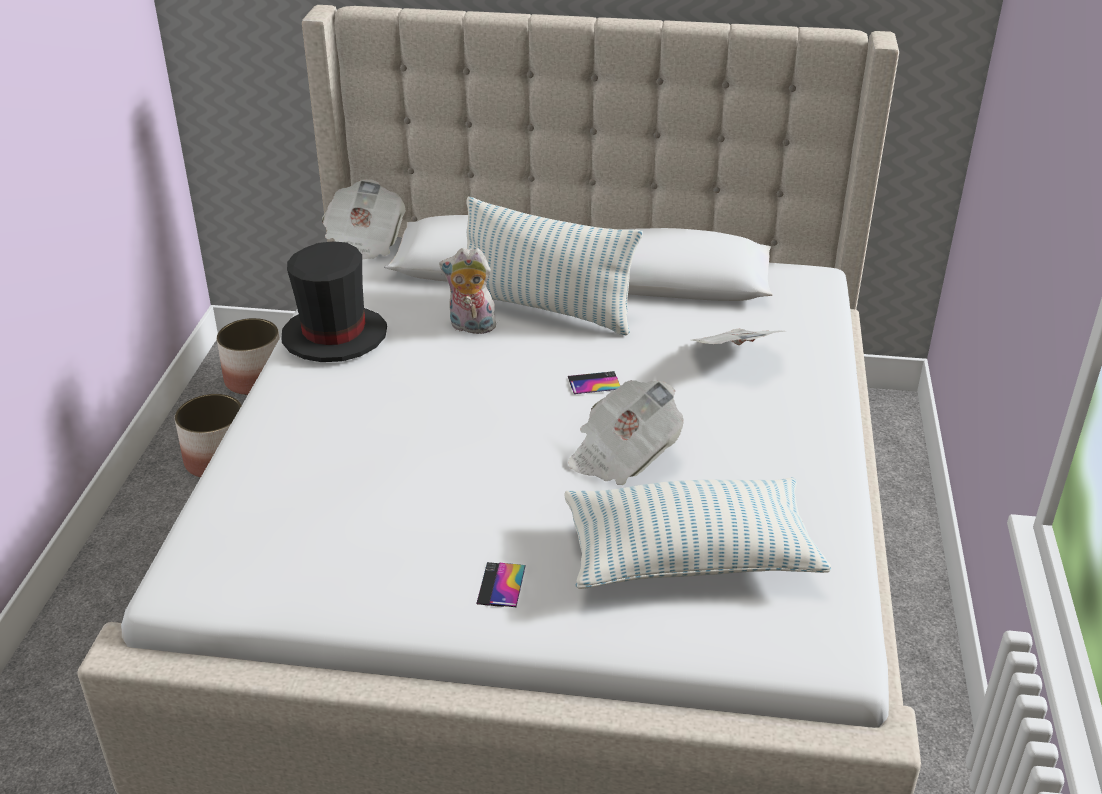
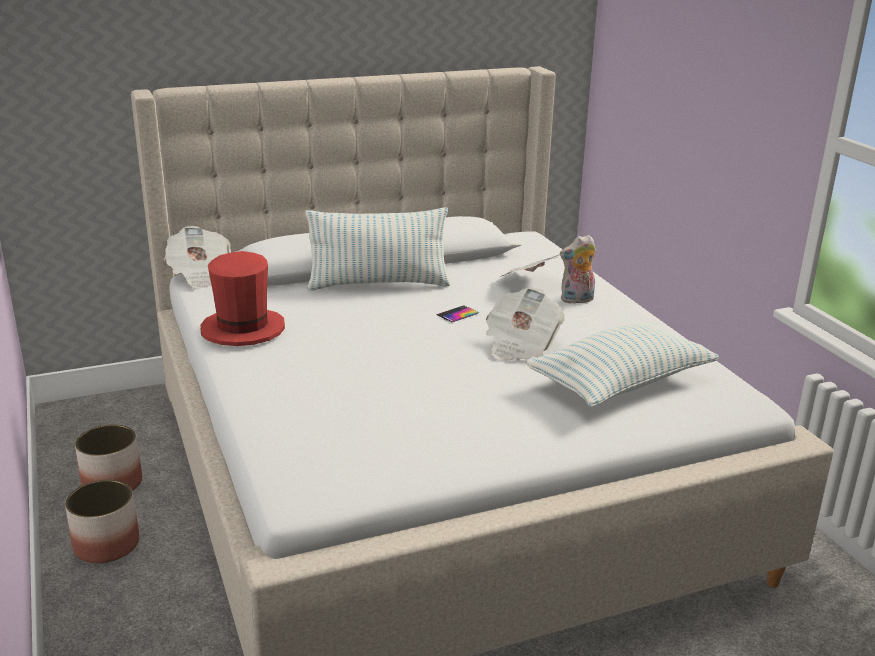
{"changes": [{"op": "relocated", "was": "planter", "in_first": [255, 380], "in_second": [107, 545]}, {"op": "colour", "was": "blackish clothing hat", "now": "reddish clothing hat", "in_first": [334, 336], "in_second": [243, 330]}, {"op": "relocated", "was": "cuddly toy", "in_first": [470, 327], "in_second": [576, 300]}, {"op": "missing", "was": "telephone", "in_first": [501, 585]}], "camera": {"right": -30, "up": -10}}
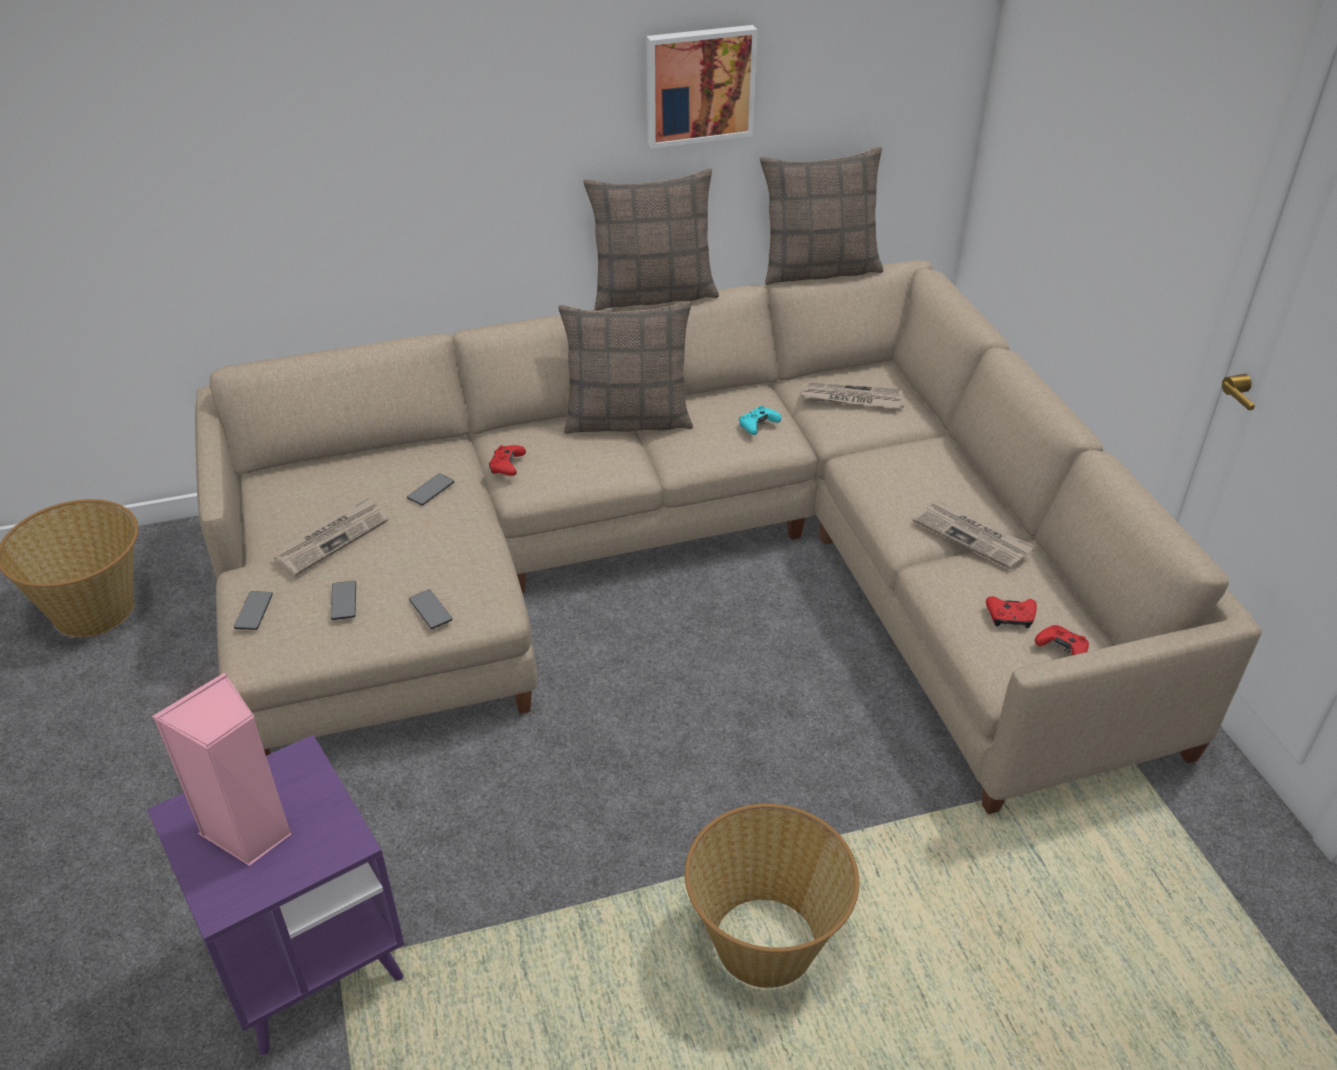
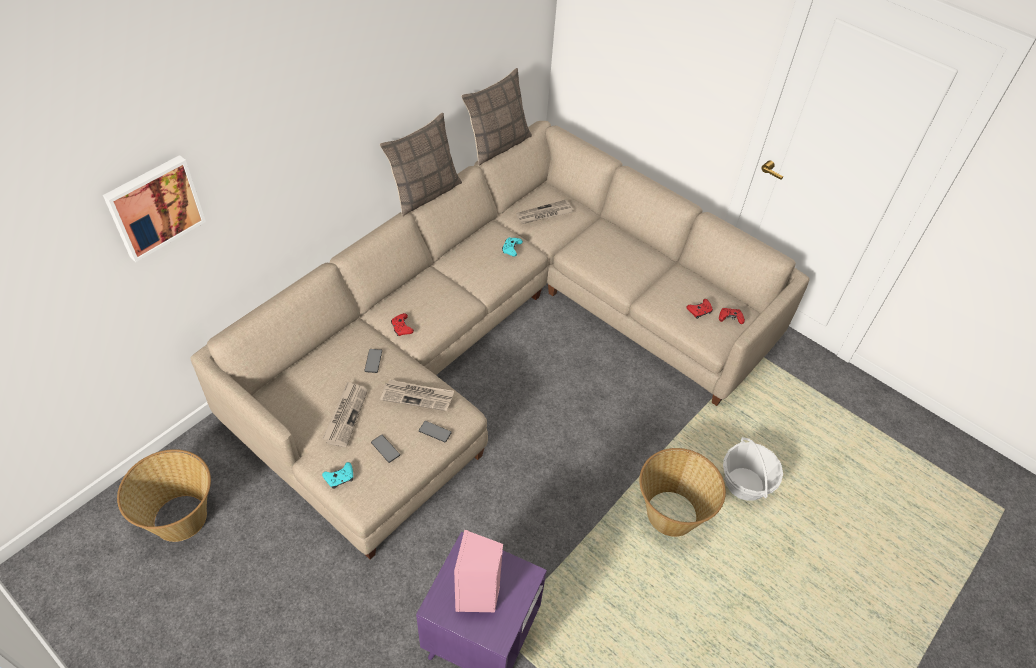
{"changes": [{"op": "relocated", "was": "wall picture", "in_first": [699, 85], "in_second": [154, 206]}, {"op": "exchanged", "was": "telephone", "now": "blue-green joypad", "in_first": [253, 611], "in_second": [340, 478]}, {"op": "relocated", "was": "daily paper", "in_first": [972, 536], "in_second": [417, 396]}, {"op": "appeared", "now": "storage basket", "in_second": [744, 484]}, {"op": "missing", "was": "throw pillow", "in_first": [628, 419]}], "camera": {"right": -35, "up": 10}}
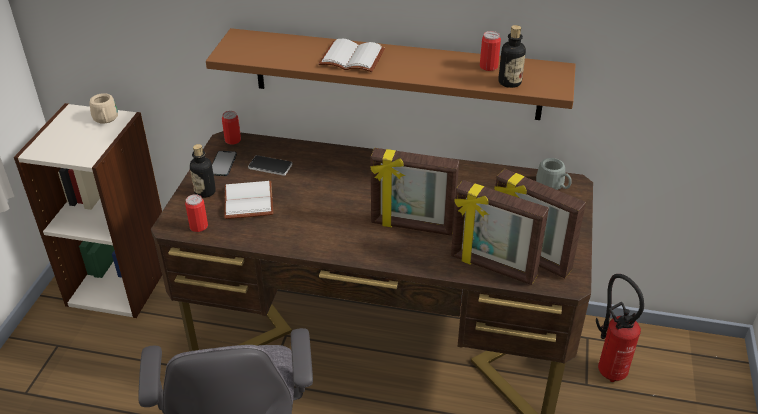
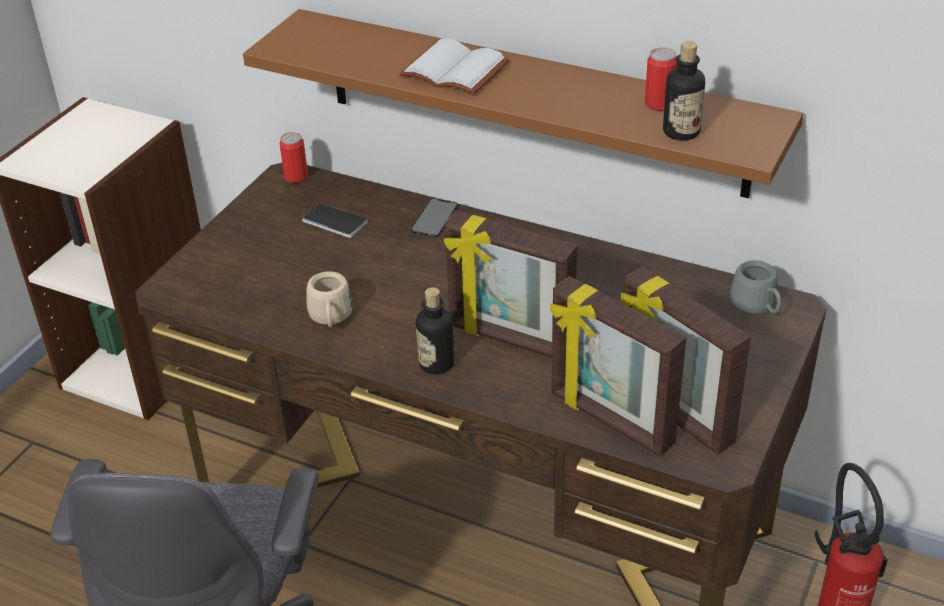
{"changes": [{"op": "relocated", "was": "sand-coloured tea mug", "in_first": [106, 120], "in_second": [331, 319]}, {"op": "relocated", "was": "telephone", "in_first": [223, 163], "in_second": [434, 218]}, {"op": "relocated", "was": "bottle", "in_first": [205, 192], "in_second": [436, 364]}, {"op": "missing", "was": "can", "in_first": [198, 226]}, {"op": "missing", "was": "whitish bound book", "in_first": [250, 201]}], "camera": {"right": 15, "up": 0}}
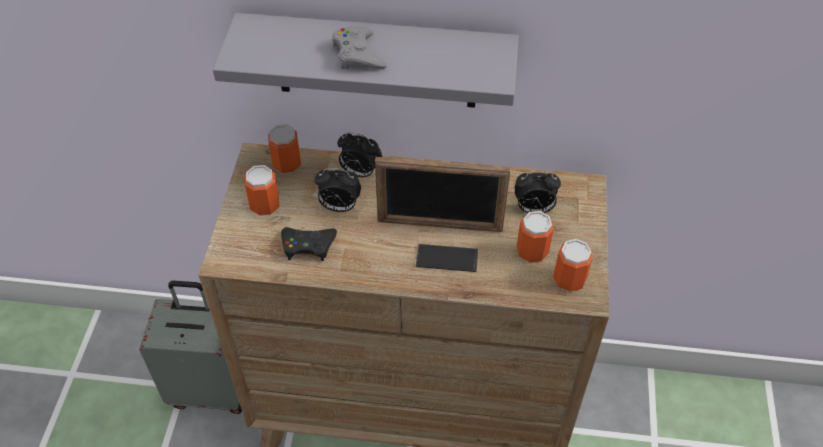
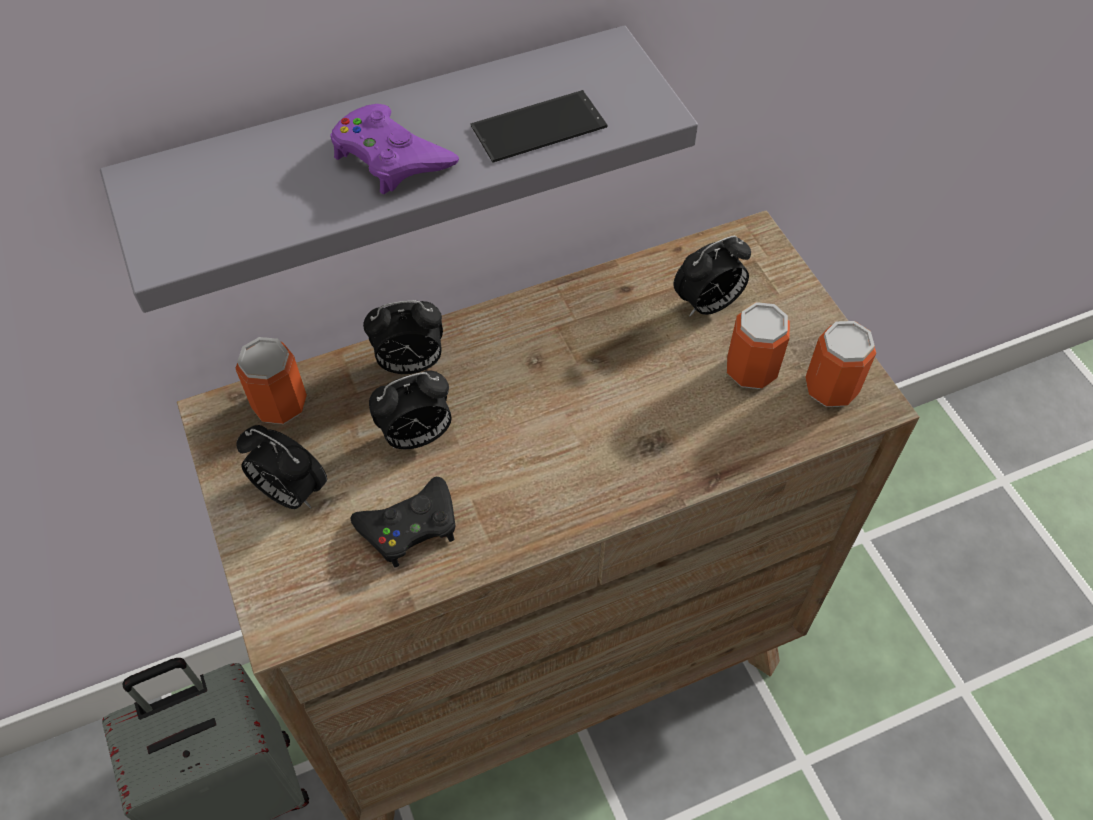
{"changes": [{"op": "exchanged", "was": "can", "now": "bedside clock", "in_first": [265, 205], "in_second": [290, 492]}, {"op": "colour", "was": "grey joypad", "now": "purple-coloured joypad", "in_first": [358, 54], "in_second": [391, 157]}, {"op": "relocated", "was": "telephone", "in_first": [447, 258], "in_second": [538, 127]}, {"op": "missing", "was": "standing frame", "in_first": [439, 225]}], "camera": {"right": -30, "up": 5}}
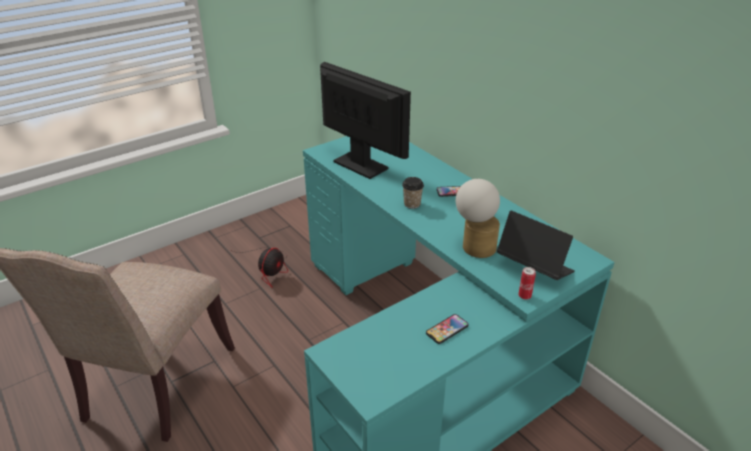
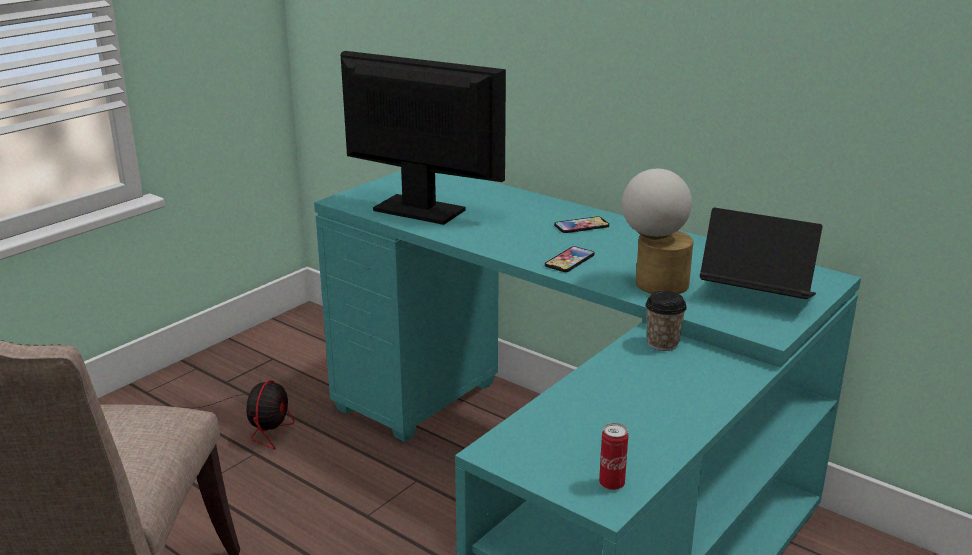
{"changes": [{"op": "relocated", "was": "telephone", "in_first": [447, 329], "in_second": [569, 260]}, {"op": "relocated", "was": "can", "in_first": [524, 296], "in_second": [611, 484]}, {"op": "relocated", "was": "cup", "in_first": [412, 204], "in_second": [662, 343]}], "camera": {"right": -15, "up": -10}}
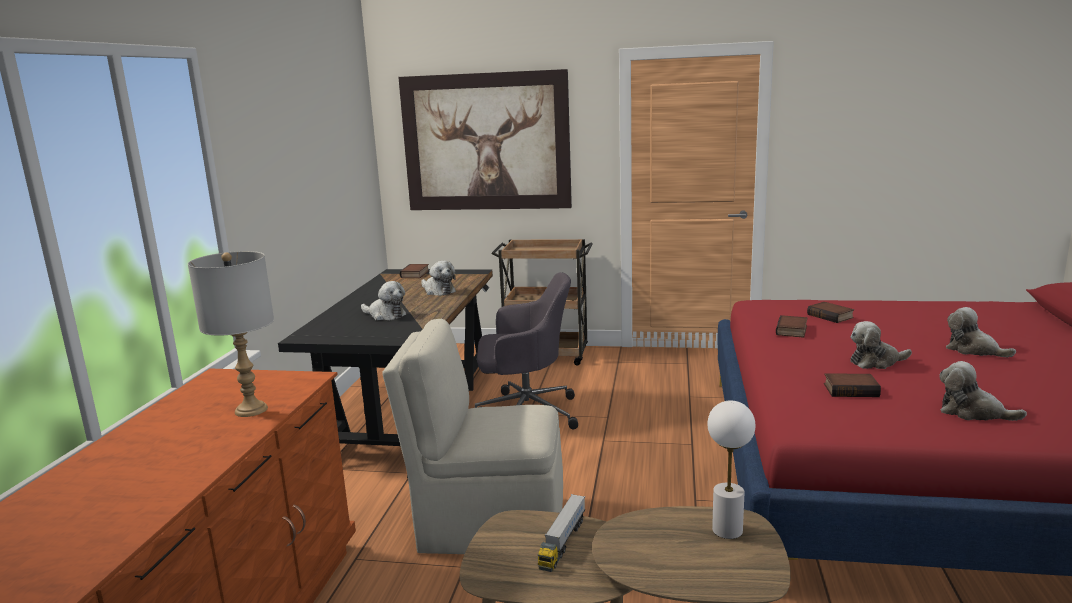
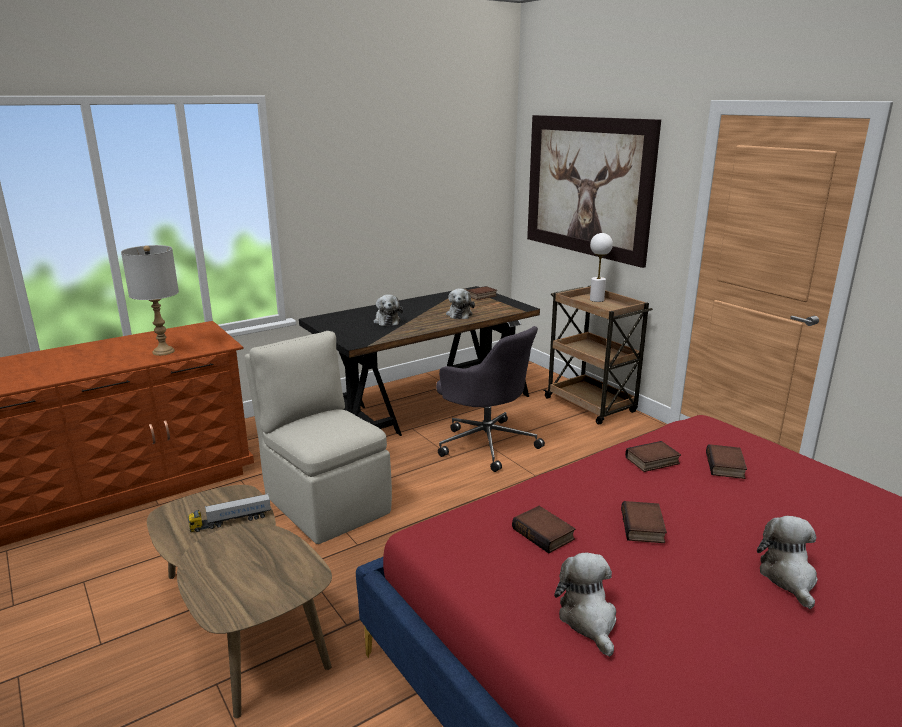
{"changes": [{"op": "relocated", "was": "whitish tabletop lamp", "in_first": [727, 530], "in_second": [597, 300]}, {"op": "exchanged", "was": "cuddly toy", "now": "bound book", "in_first": [876, 362], "in_second": [644, 527]}], "camera": {"right": 45, "up": 5}}
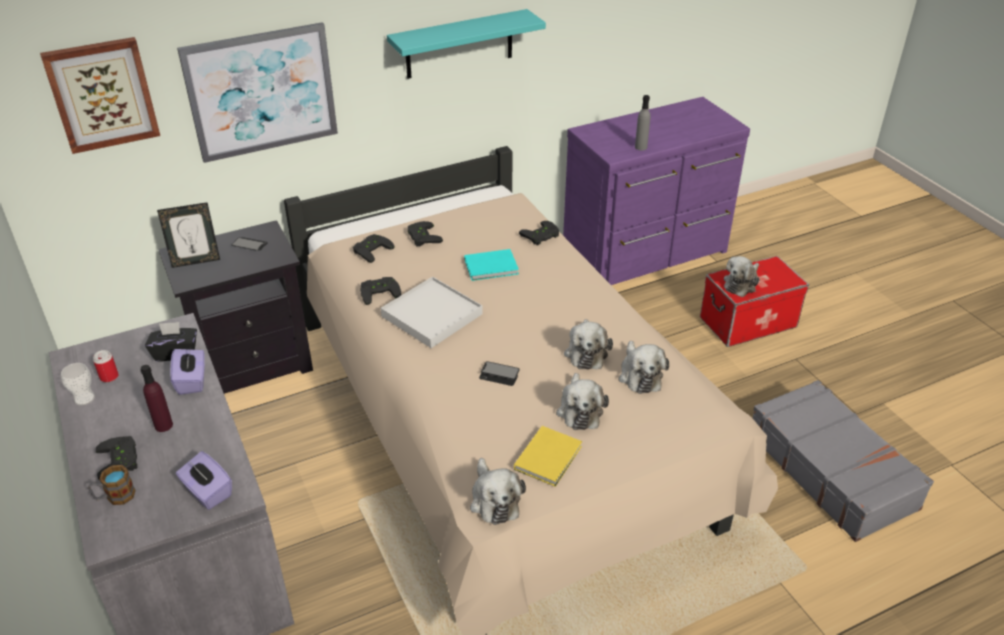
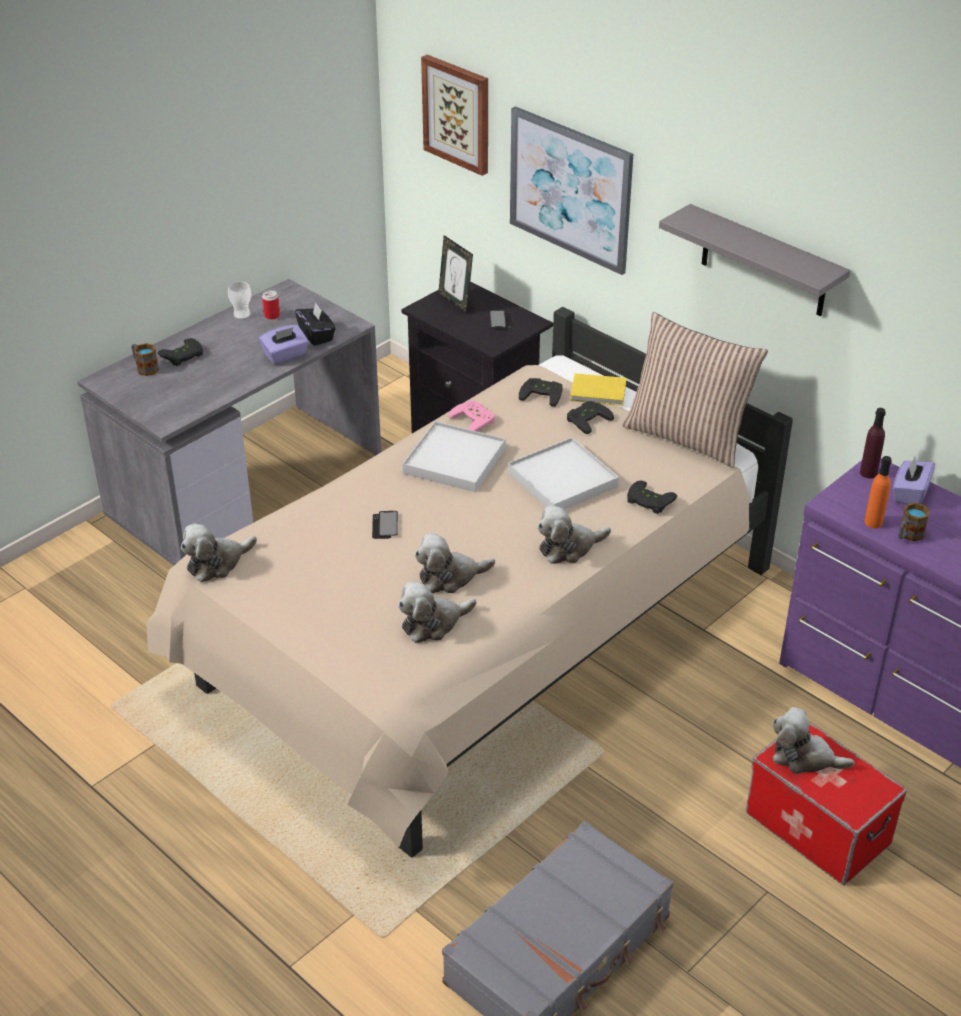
{"changes": [{"op": "colour", "was": "blackish joypad", "now": "pink joypad", "in_first": [379, 291], "in_second": [475, 419]}, {"op": "exchanged", "was": "blue-green bound book", "now": "whitish tray", "in_first": [492, 267], "in_second": [562, 480]}, {"op": "relocated", "was": "cuddly toy", "in_first": [579, 410], "in_second": [569, 547]}, {"op": "relocated", "was": "yellow-coloured bound book", "in_first": [550, 457], "in_second": [599, 392]}, {"op": "appeared", "now": "throw pillow", "in_second": [687, 436]}, {"op": "colour", "was": "blue-green shelf", "now": "grey shelf", "in_first": [459, 44], "in_second": [764, 262]}, {"op": "relocated", "was": "purple-coloured bottle", "in_first": [163, 425], "in_second": [868, 473]}, {"op": "colour", "was": "grey bottle", "now": "orangey bottle", "in_first": [641, 147], "in_second": [873, 522]}, {"op": "relocated", "was": "purple-coloured box of tissues", "in_first": [207, 492], "in_second": [910, 493]}, {"op": "appeared", "now": "tea mug", "in_second": [908, 535]}], "camera": {"right": 70, "up": 0}}
